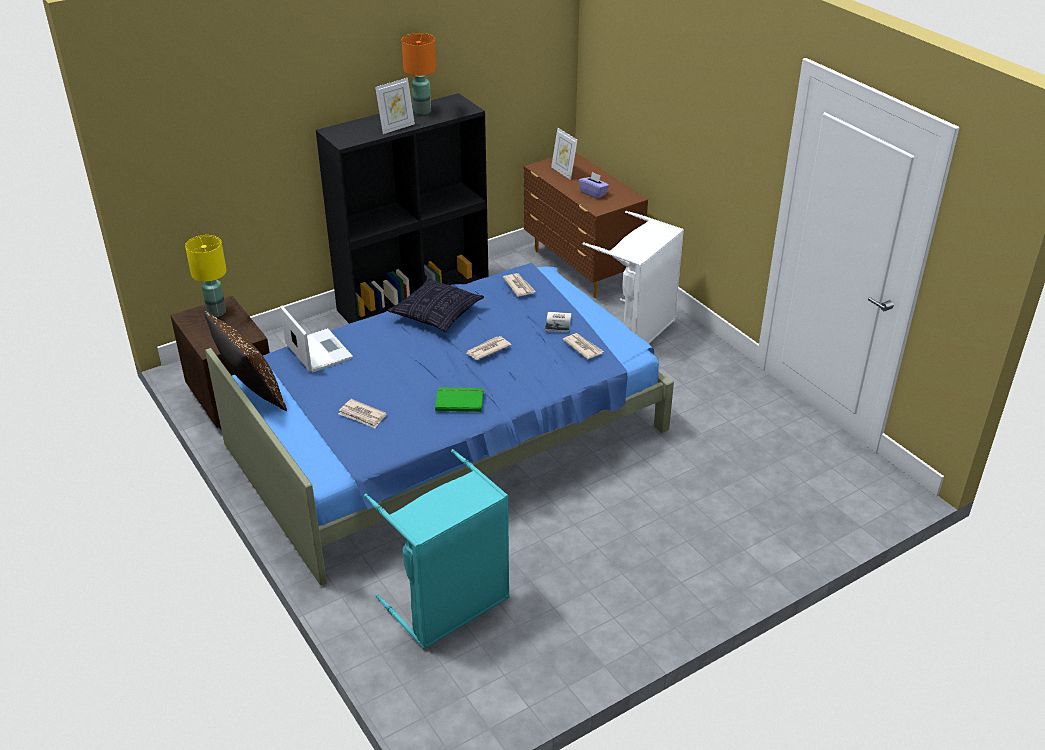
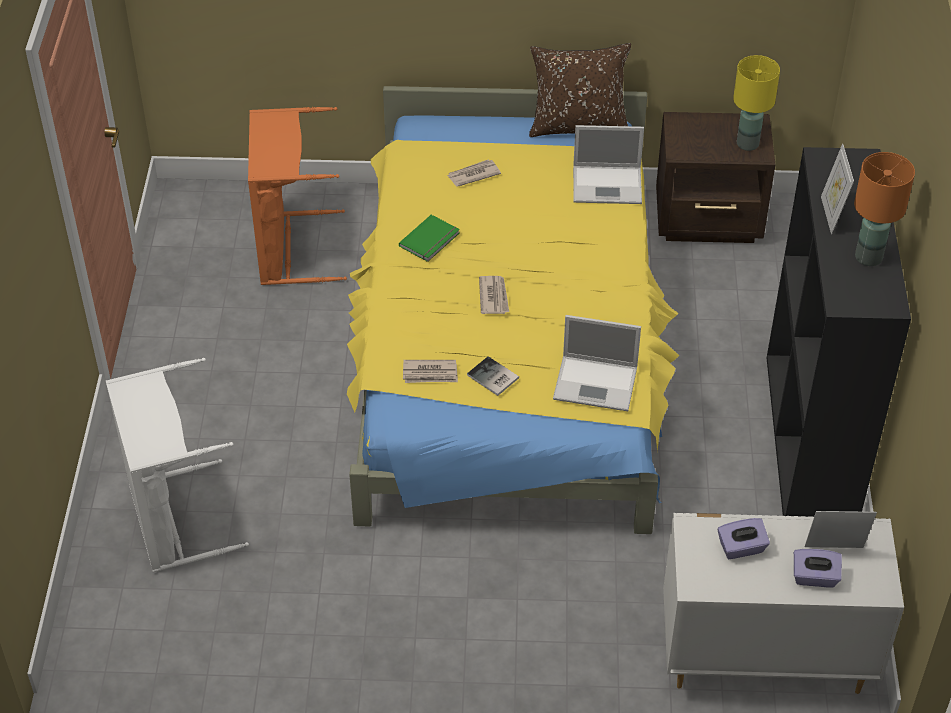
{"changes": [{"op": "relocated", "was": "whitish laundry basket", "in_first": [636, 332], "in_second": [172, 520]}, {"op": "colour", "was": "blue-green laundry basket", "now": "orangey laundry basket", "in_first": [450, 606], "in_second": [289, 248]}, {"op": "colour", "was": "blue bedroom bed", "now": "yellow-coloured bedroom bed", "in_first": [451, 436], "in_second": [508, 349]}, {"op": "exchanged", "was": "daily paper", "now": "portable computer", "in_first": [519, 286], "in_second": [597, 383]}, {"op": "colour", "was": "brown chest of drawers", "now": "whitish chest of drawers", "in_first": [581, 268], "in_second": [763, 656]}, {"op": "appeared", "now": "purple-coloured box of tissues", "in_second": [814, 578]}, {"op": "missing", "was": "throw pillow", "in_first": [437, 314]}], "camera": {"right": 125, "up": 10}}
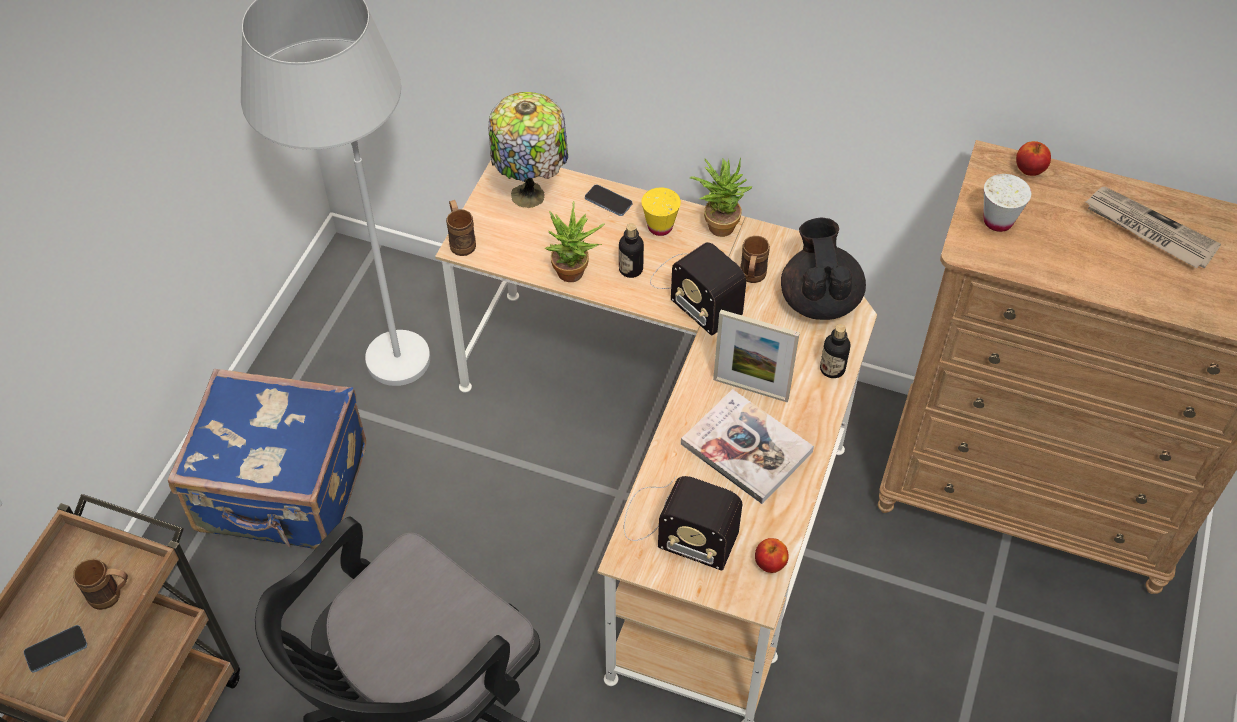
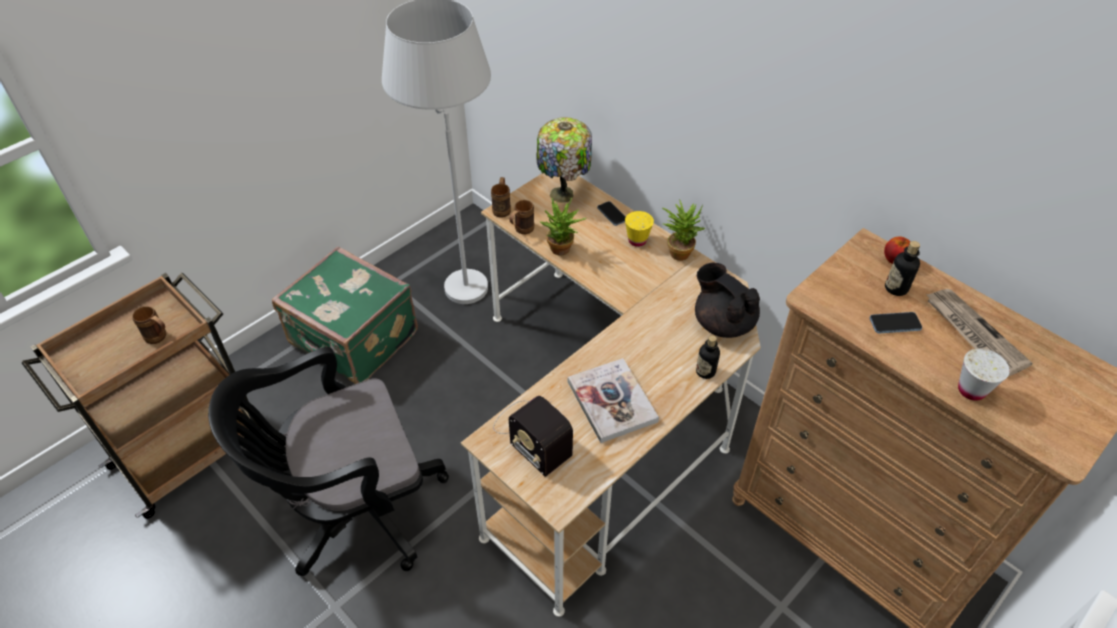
{"changes": [{"op": "colour", "was": "blue suitcase", "now": "green suitcase", "in_first": [283, 492], "in_second": [353, 340]}, {"op": "relocated", "was": "brown tea mug", "in_first": [751, 278], "in_second": [521, 230]}, {"op": "spun", "was": "blackish pot for tea", "in_first": [819, 299], "in_second": [723, 322], "clockwise": -60}, {"op": "relocated", "was": "telephone", "in_first": [56, 649], "in_second": [895, 324]}, {"op": "relocated", "was": "bottle", "in_first": [631, 269], "in_second": [896, 288]}, {"op": "relocated", "was": "whitish cup", "in_first": [998, 221], "in_second": [971, 390]}, {"op": "missing", "was": "radio receiver", "in_first": [694, 290]}, {"op": "missing", "was": "standing frame", "in_first": [750, 389]}, {"op": "missing", "was": "apple fruit", "in_first": [770, 563]}], "camera": {"right": 25, "up": -5}}
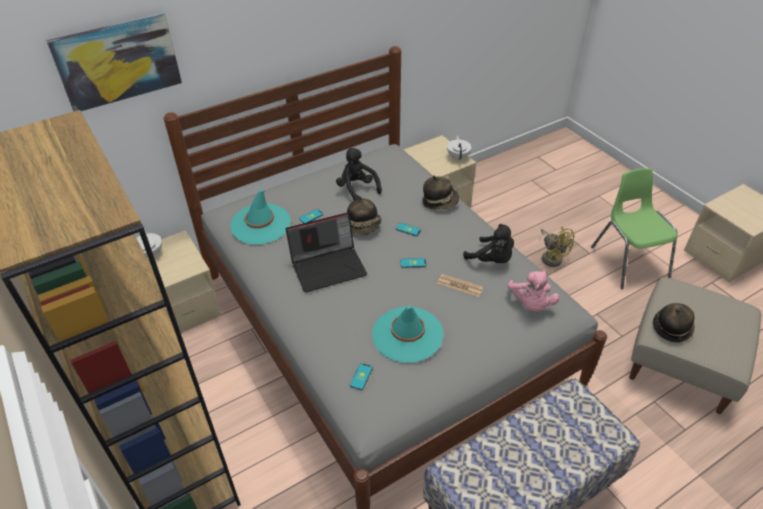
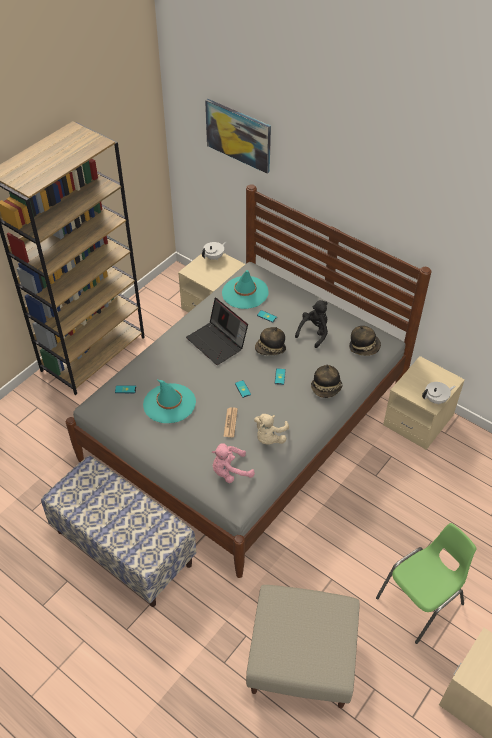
{"changes": [{"op": "colour", "was": "blackish cuddly toy", "now": "sand-coloured cuddly toy", "in_first": [491, 260], "in_second": [269, 437]}, {"op": "relocated", "was": "clothing hat", "in_first": [672, 327], "in_second": [364, 347]}, {"op": "missing", "was": "yellow-coloured electric fan", "in_first": [551, 257]}], "camera": {"right": 70, "up": 5}}
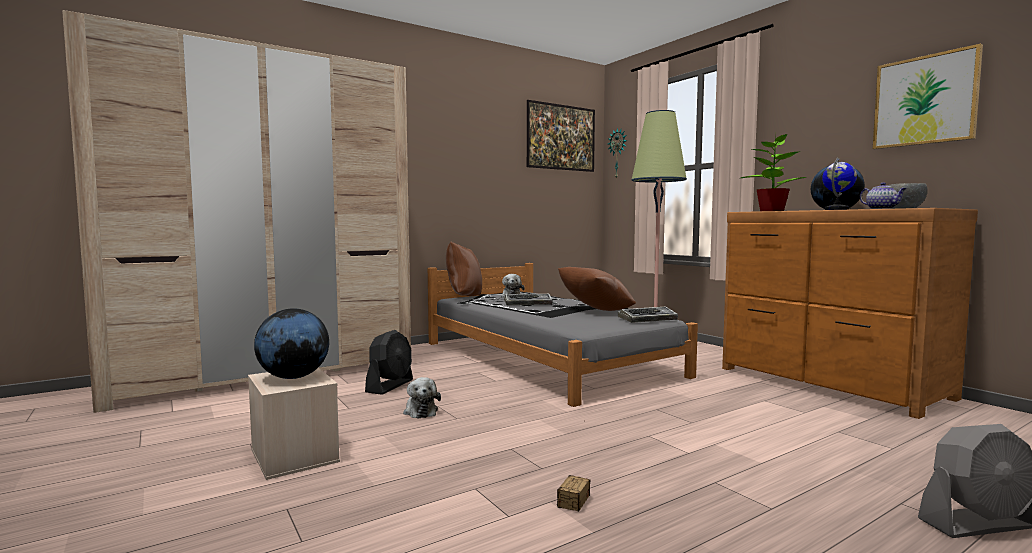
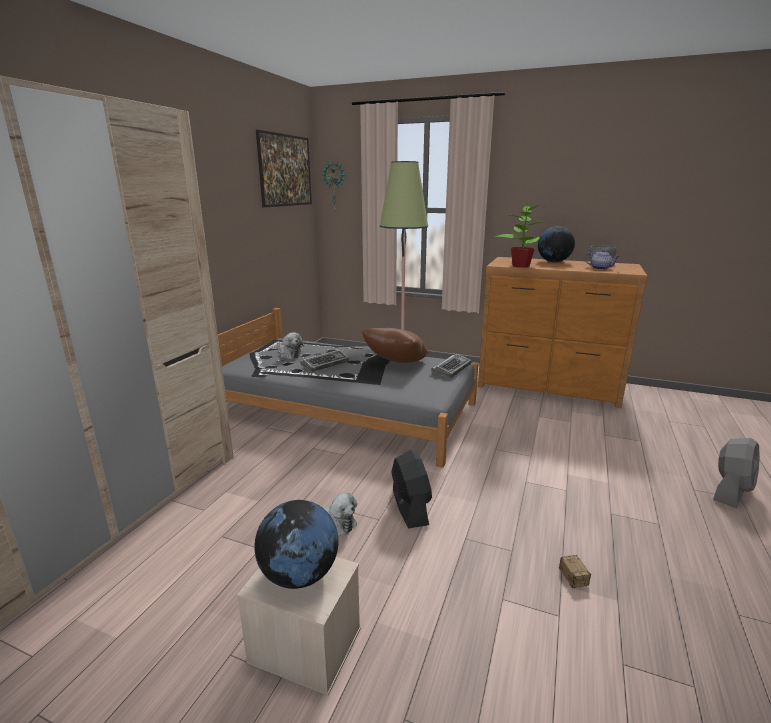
{"changes": [{"op": "relocated", "was": "blackish electric fan", "in_first": [390, 386], "in_second": [410, 507]}, {"op": "missing", "was": "brown throw pillow", "in_first": [463, 297]}, {"op": "missing", "was": "desk globe", "in_first": [837, 209]}, {"op": "missing", "was": "wall picture", "in_first": [925, 100]}], "camera": {"right": -35, "up": 15}}
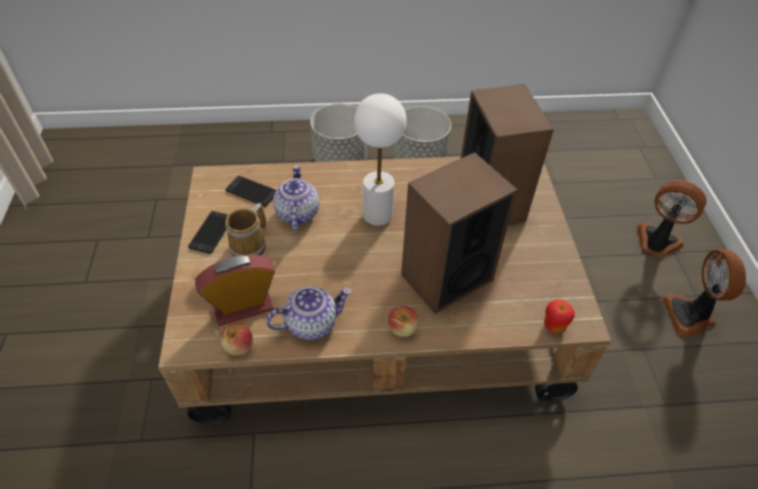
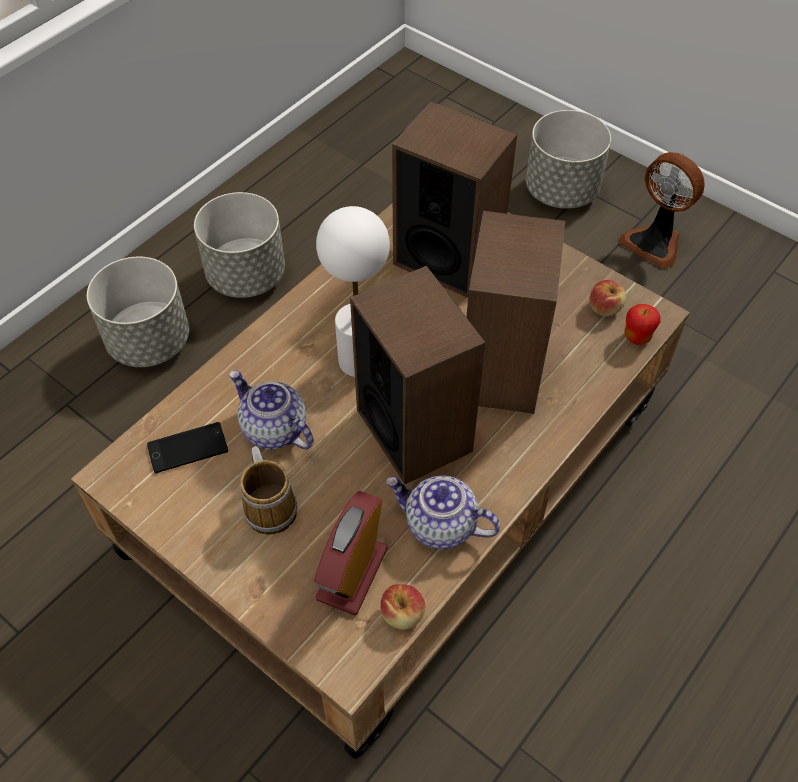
{"changes": [{"op": "appeared", "now": "loudspeaker", "in_second": [414, 429]}, {"op": "spun", "was": "pot for tea", "in_first": [311, 323], "in_second": [439, 525], "clockwise": -90}, {"op": "exchanged", "was": "electric fan", "now": "grey planter", "in_first": [656, 242], "in_second": [561, 191]}, {"op": "relocated", "was": "apple fruit", "in_first": [402, 328], "in_second": [604, 308]}, {"op": "missing", "was": "telephone", "in_first": [211, 232]}], "camera": {"right": -45, "up": 5}}
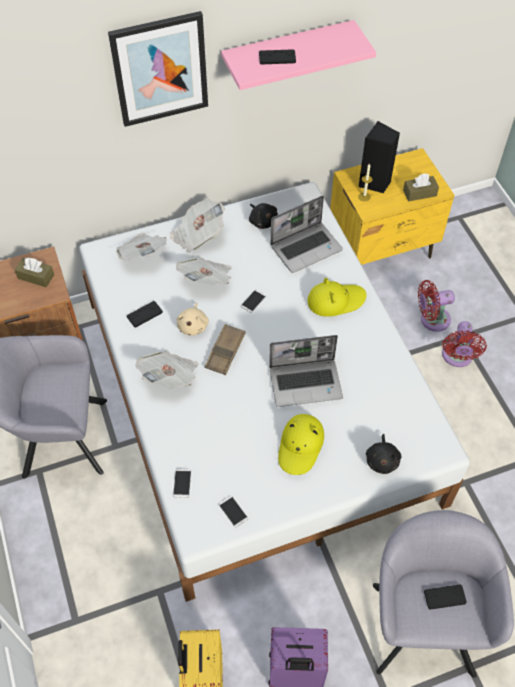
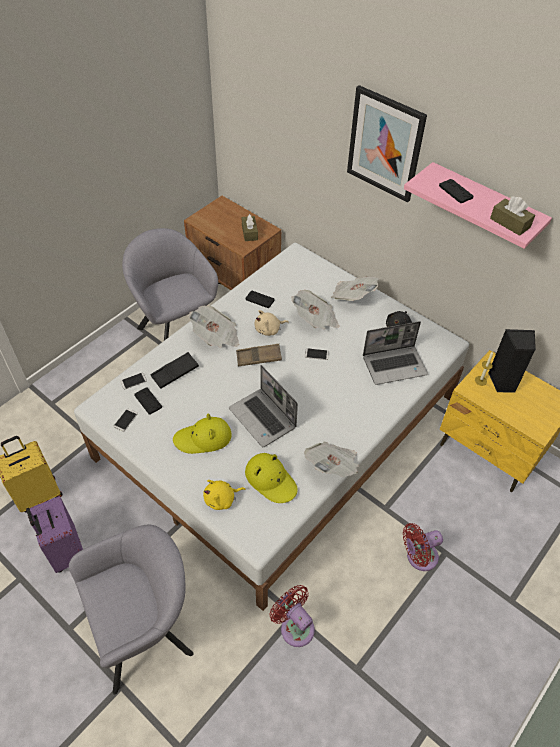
{"changes": [{"op": "relocated", "was": "blackish joypad", "in_first": [445, 597], "in_second": [148, 401]}, {"op": "appeared", "now": "blackish tray", "in_second": [175, 372]}, {"op": "colour", "was": "blackish cuddly toy", "now": "yellow-coloured cuddly toy", "in_first": [382, 460], "in_second": [222, 499]}, {"op": "relocated", "was": "yellow-coloured clothing hat", "in_first": [335, 300], "in_second": [271, 480]}, {"op": "relocated", "was": "reddish electric fan", "in_first": [432, 319], "in_second": [295, 626]}, {"op": "relocated", "was": "daily paper", "in_first": [142, 255], "in_second": [333, 466]}, {"op": "spun", "was": "portable computer", "in_first": [306, 247], "in_second": [395, 365], "clockwise": -45}, {"op": "relocated", "was": "brown box of tissues", "in_first": [419, 193], "in_second": [510, 223]}], "camera": {"right": 60, "up": -5}}
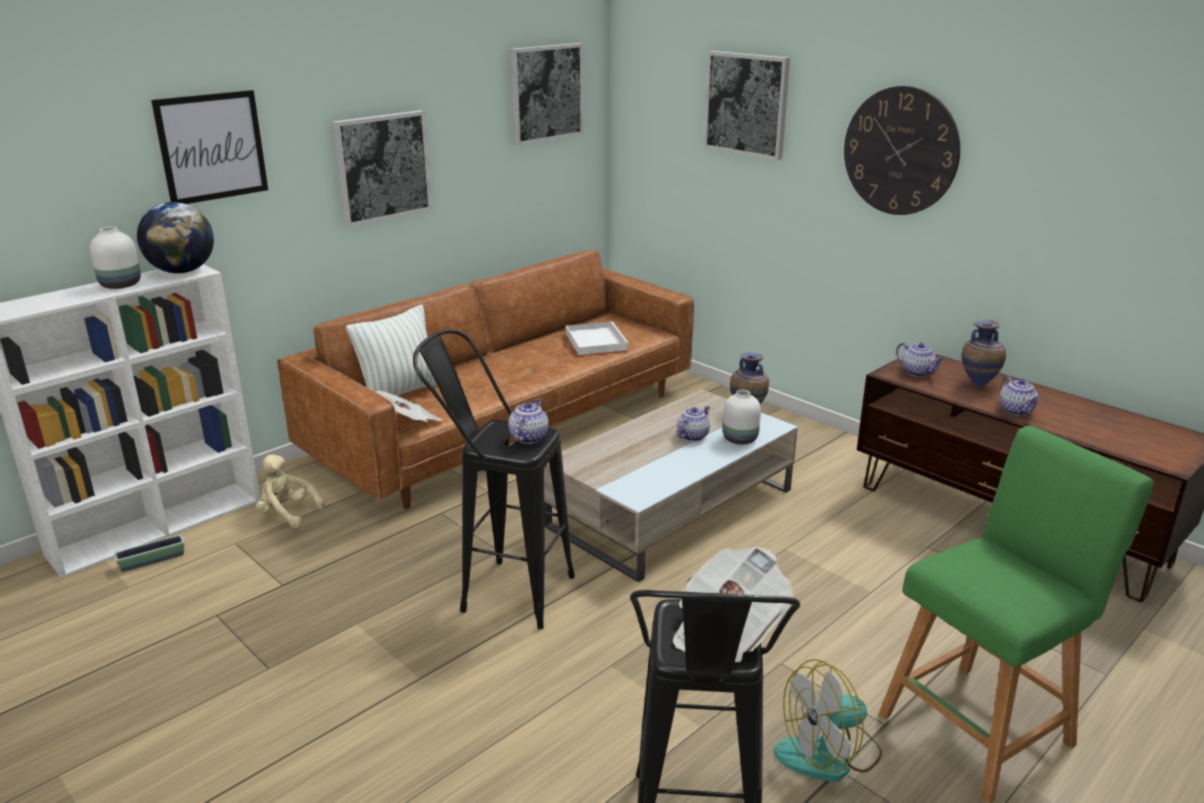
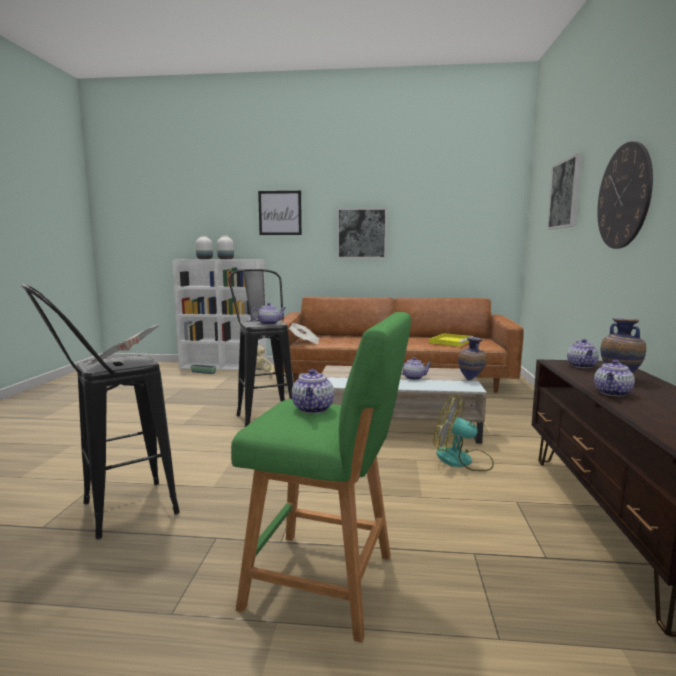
{"changes": [{"op": "relocated", "was": "whitish flower vase", "in_first": [741, 439], "in_second": [205, 259]}, {"op": "appeared", "now": "pot for tea", "in_second": [313, 409]}, {"op": "colour", "was": "whitish tray", "now": "yellow-coloured tray", "in_first": [595, 341], "in_second": [451, 342]}, {"op": "relocated", "was": "electric fan", "in_first": [829, 754], "in_second": [462, 460]}, {"op": "missing", "was": "desk globe", "in_first": [182, 271]}, {"op": "missing", "was": "throw pillow", "in_first": [401, 392]}, {"op": "missing", "was": "wall picture", "in_first": [546, 93]}], "camera": {"right": 50, "up": -15}}
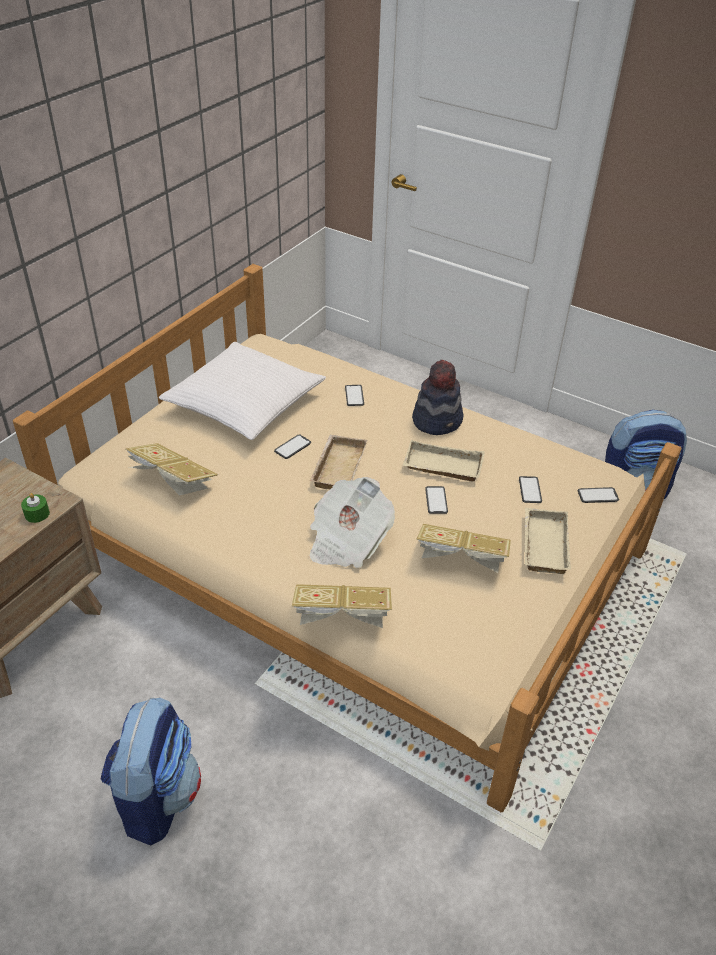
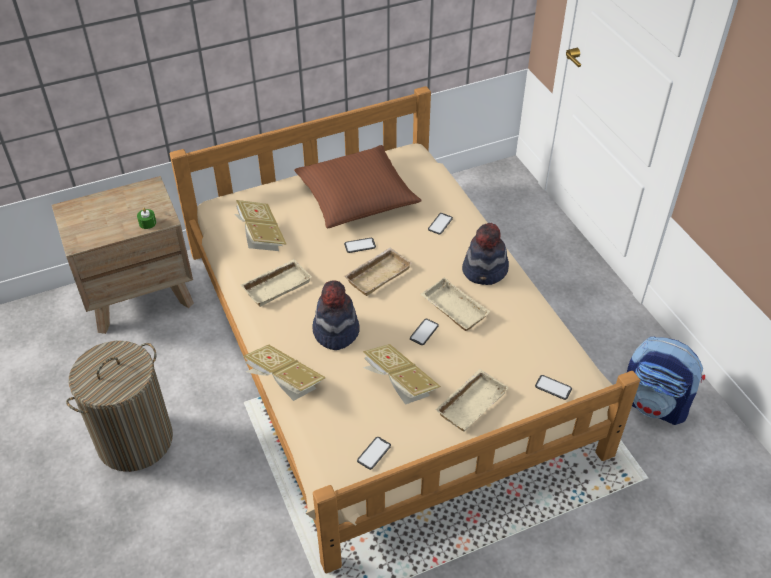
{"changes": [{"op": "exchanged", "was": "rucksack", "now": "laundry basket", "in_first": [157, 797], "in_second": [135, 440]}, {"op": "appeared", "now": "sand-coloured tray", "in_second": [276, 285]}, {"op": "colour", "was": "whitish throw pillow", "now": "brown throw pillow", "in_first": [244, 403], "in_second": [356, 197]}, {"op": "exchanged", "was": "daily paper", "now": "clothing hat", "in_first": [347, 540], "in_second": [335, 331]}, {"op": "relocated", "was": "telephone", "in_first": [530, 490], "in_second": [374, 453]}], "camera": {"right": 35, "up": 5}}
